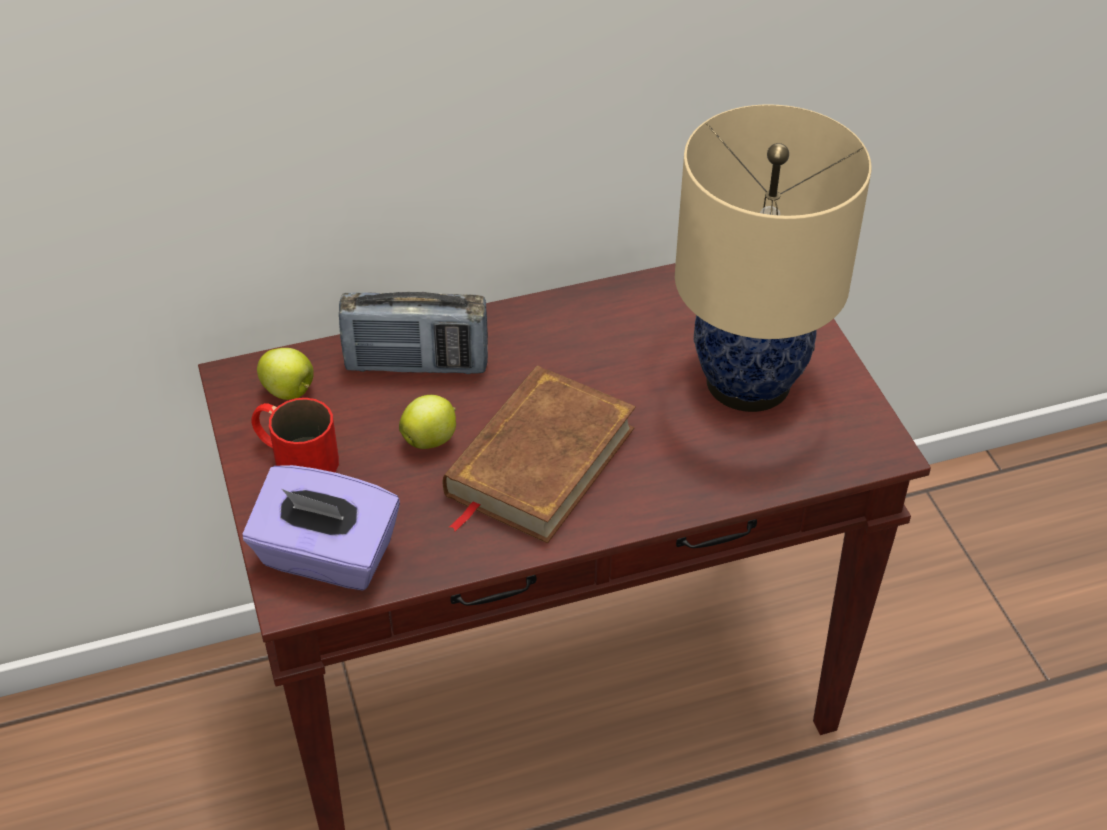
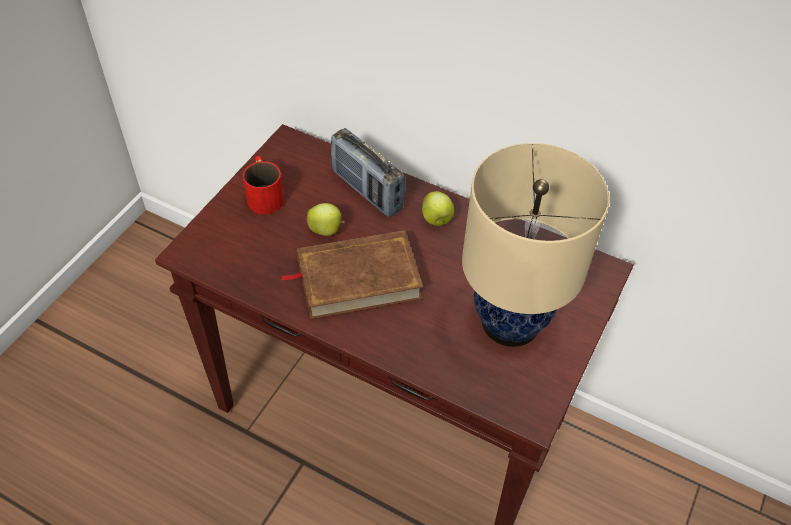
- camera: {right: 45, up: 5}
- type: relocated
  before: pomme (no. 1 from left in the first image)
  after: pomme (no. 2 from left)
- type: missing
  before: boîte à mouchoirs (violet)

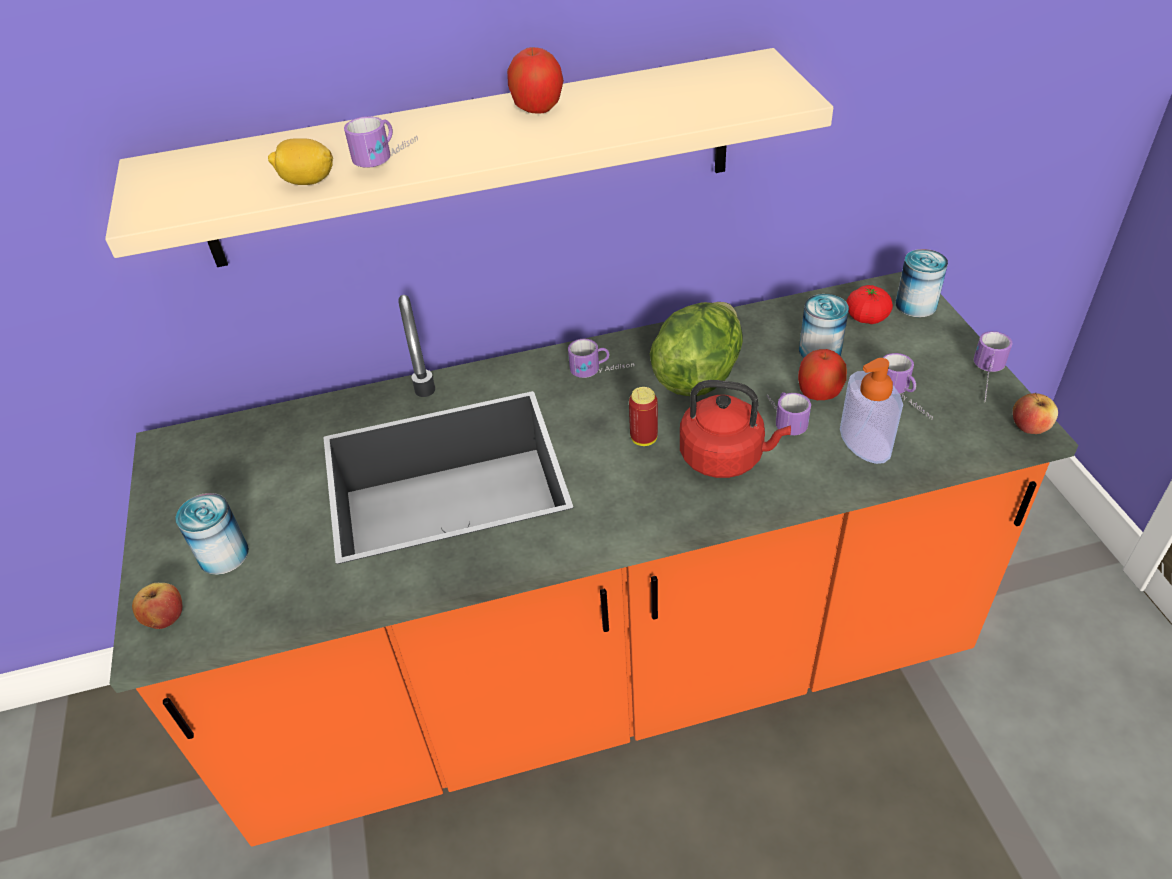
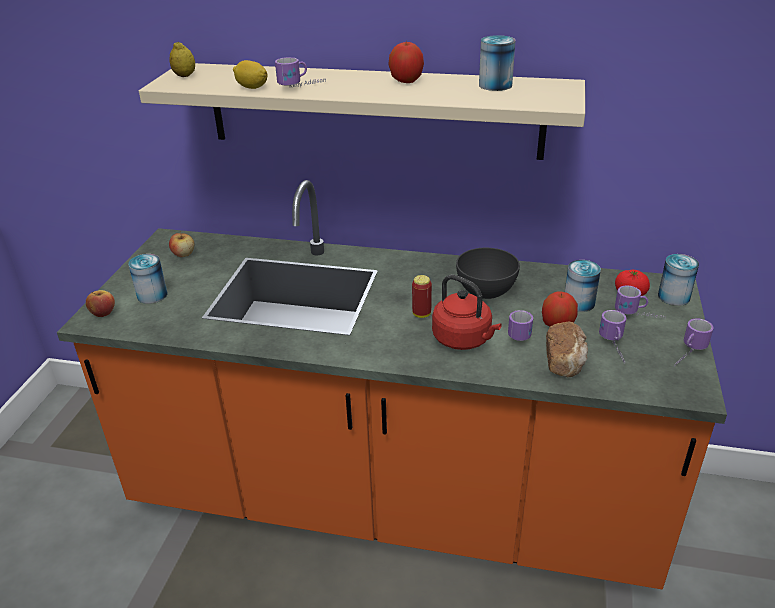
- camera: {right: 25, up: -10}
- type: appeared
  after: citron (no. 1 from left)
- type: relocated
  before: pomme (no. 4 from left in the first image)
  after: pomme (no. 2 from left)
- type: exchanged
  before: laitue
  after: bol (gris)
- type: appeared
  after: boîte métallique (no. 3 from left)
- type: exchanged
  before: distributeur de savon
  after: pain
- type: relocated
  before: mug (no. 2 from left in the first image)
  after: mug (no. 4 from left)

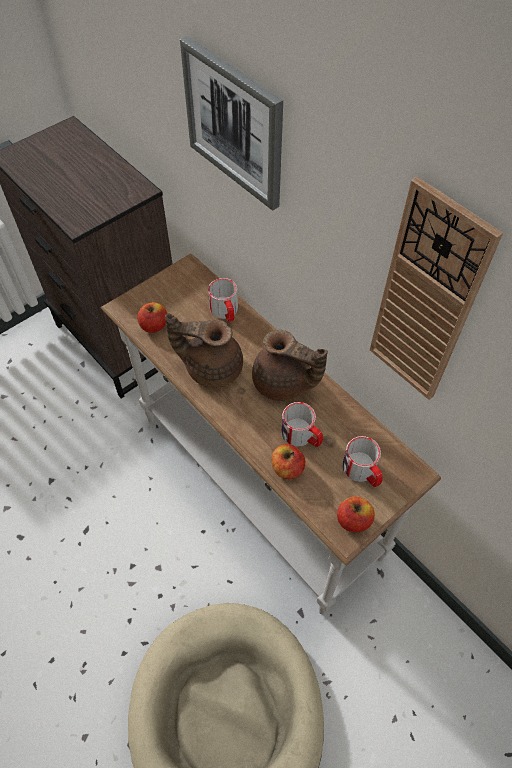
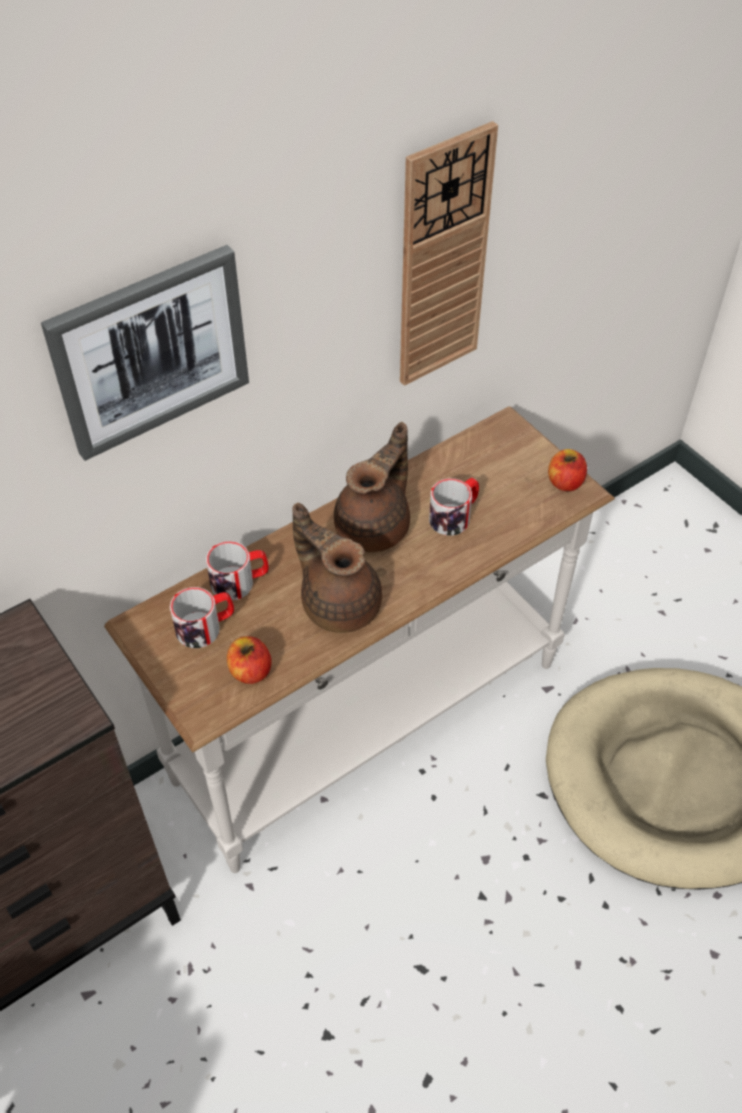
- camera: {right: -85, up: -5}
- type: relocated
  before: mug (no. 3 from left in the first image)
  after: mug (no. 1 from left)
- type: spun
  before: théière (marron) (no. 1 from left)
  turn: 120
- type: missing
  before: pomme (no. 2 from left)

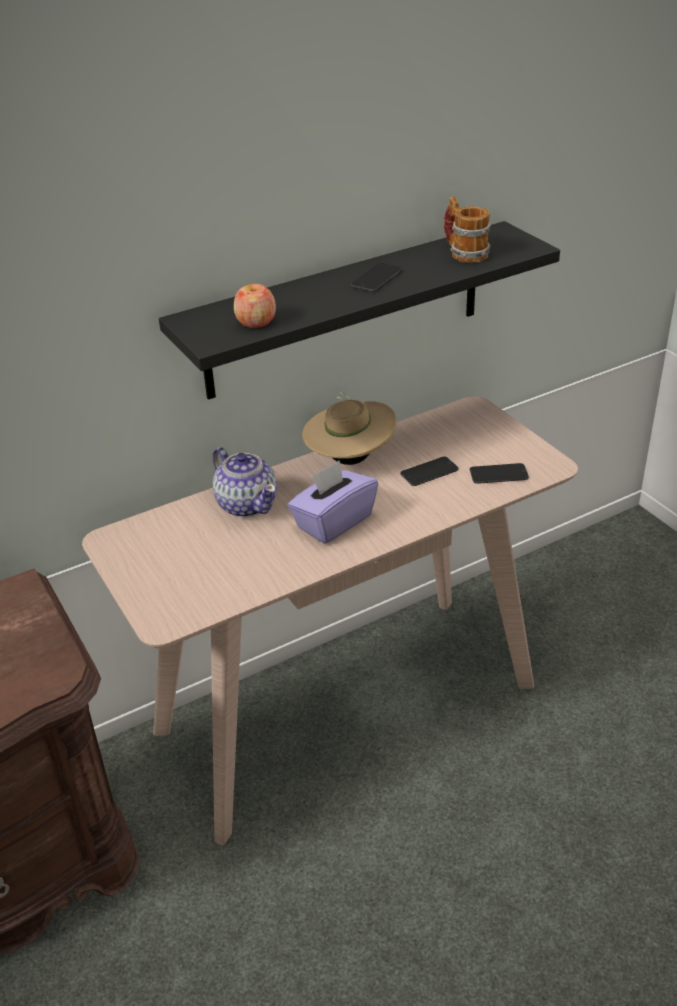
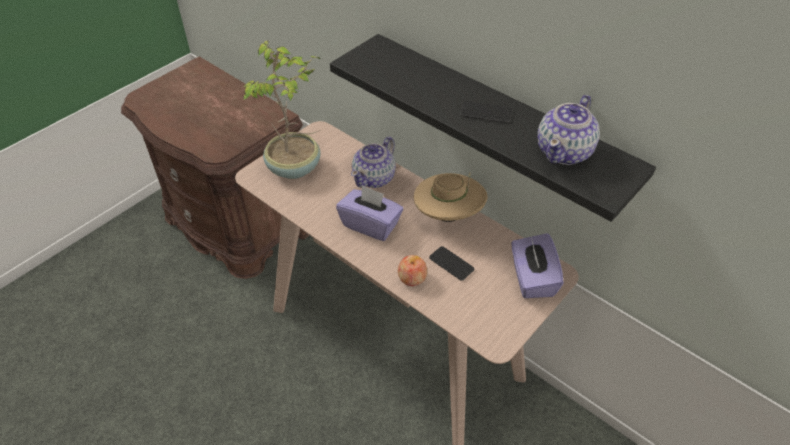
- camera: {right: 70, up: 10}
- type: appeared
  after: plante en pot
- type: relocated
  before: pomme
- type: appeared
  after: boîte à mouchoirs (violet) (no. 2 from left)
- type: exchanged
  before: mug
  after: théière (no. 2 from left)
- type: missing
  before: téléphone (no. 3 from left)

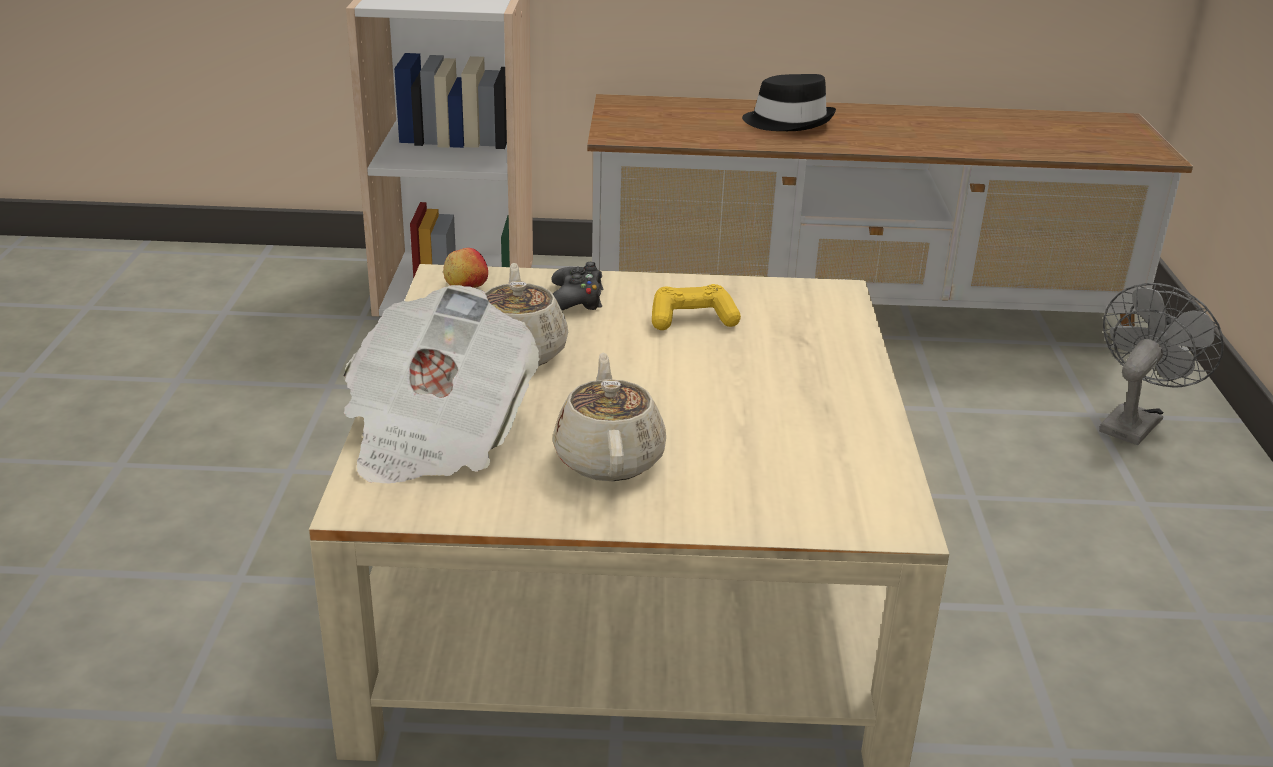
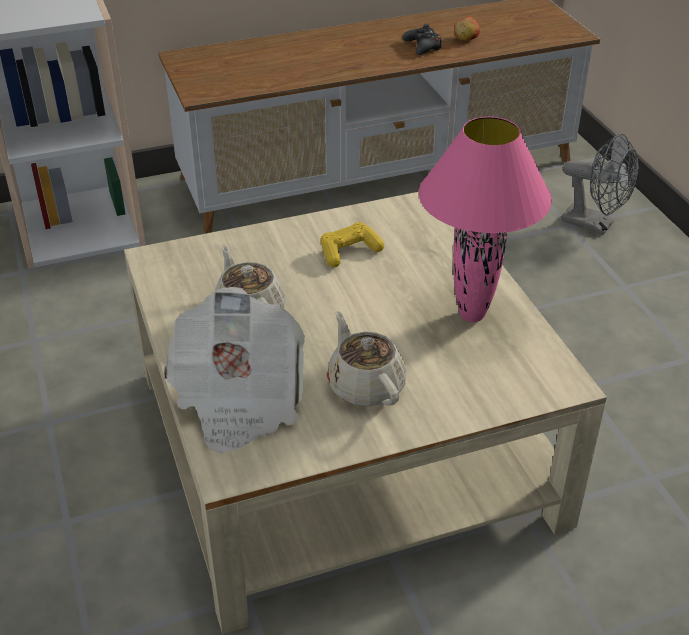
- camera: {right: -20, up: 10}
- type: relocated
  before: manette (noir)
- type: appeared
  after: lampe de table (rose)
- type: relocated
  before: pomme
- type: spun
  before: ventilateur (gris)
  turn: 105
- type: missing
  before: chapeau (noir)

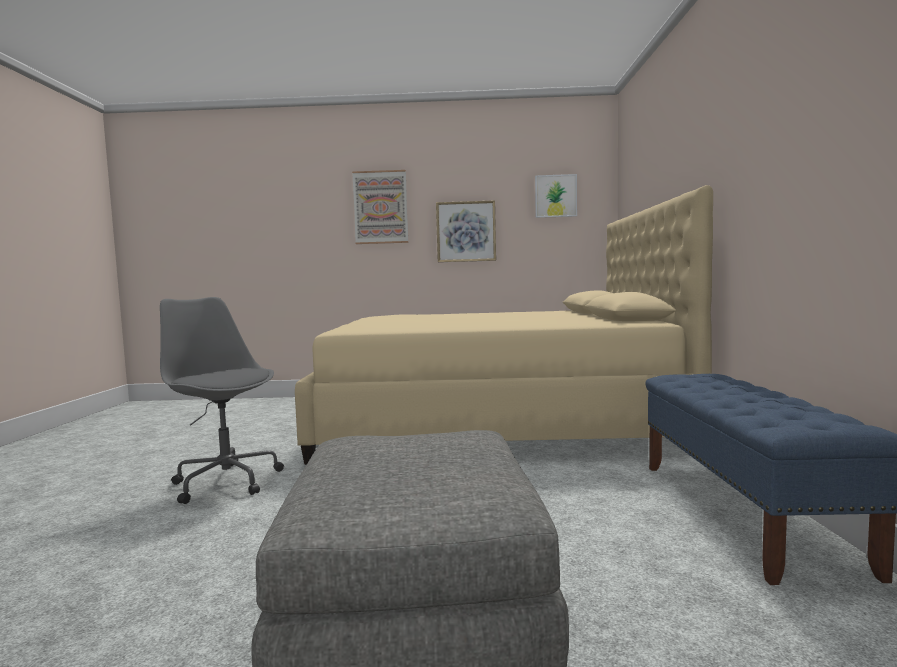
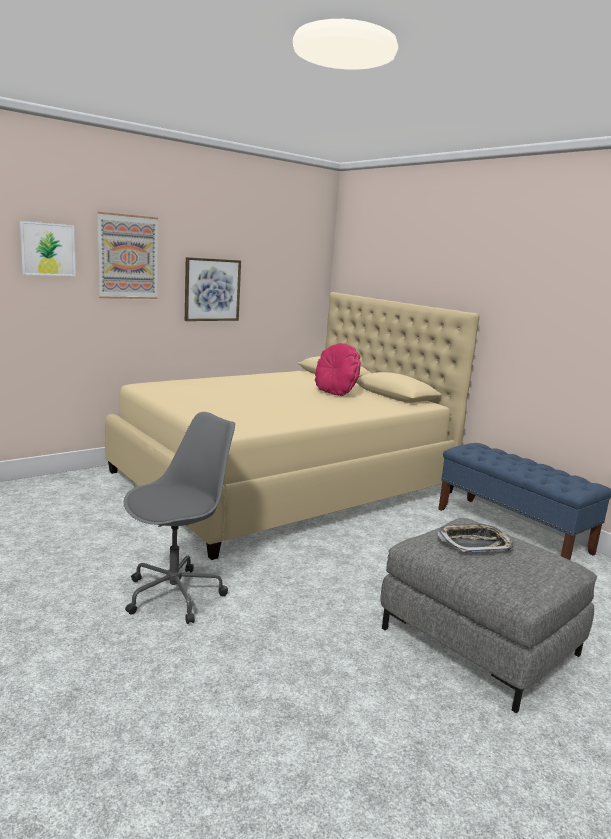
- camera: {right: -40, up: 10}
- type: relocated
  before: tableau (no. 3 from left in the first image)
  after: tableau (no. 1 from left)
- type: spun
  before: chaise de bureau (gris)
  turn: 135
- type: appeared
  after: coussin (rose)
- type: appeared
  after: plateau

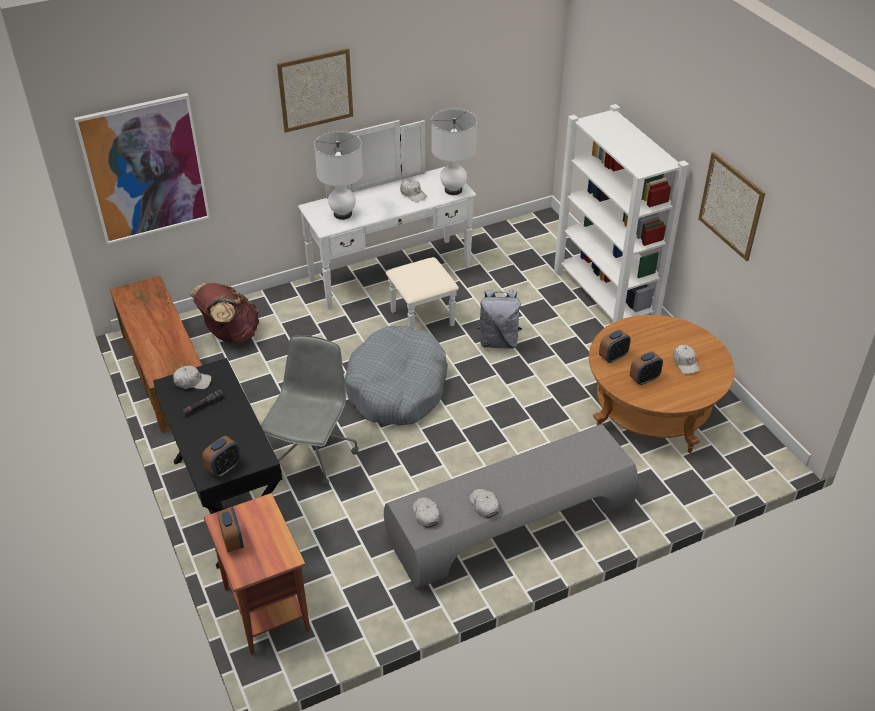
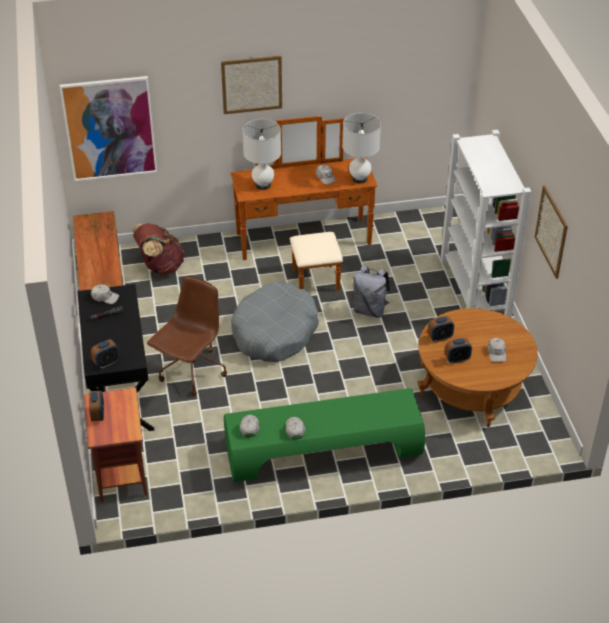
- camera: {right: 15, up: 0}
- type: colour
  before: chaise de bureau (gris)
  after: chaise de bureau (marron)
- type: colour
  before: banc (gris)
  after: banc (vert)
- type: colour
  before: commode (blanc)
  after: commode (marron)

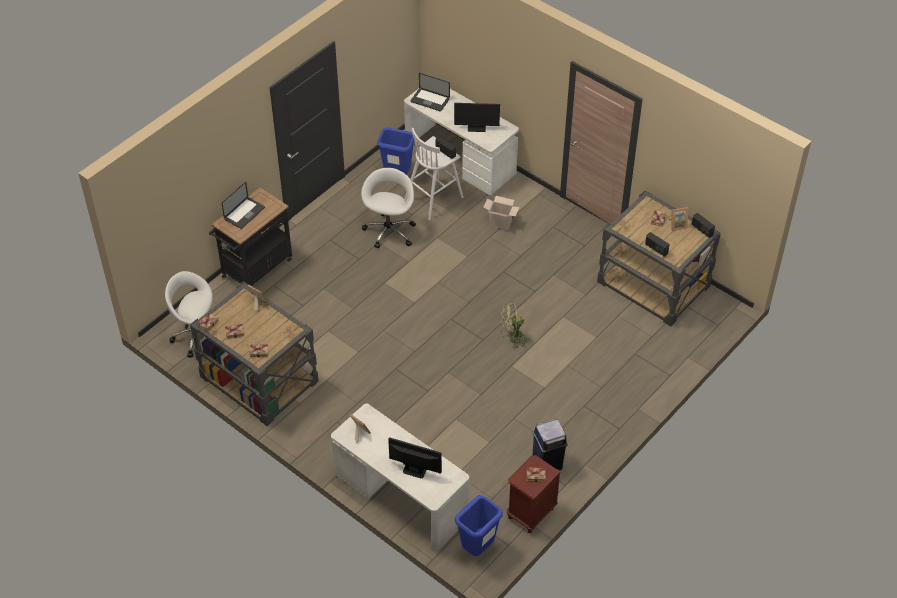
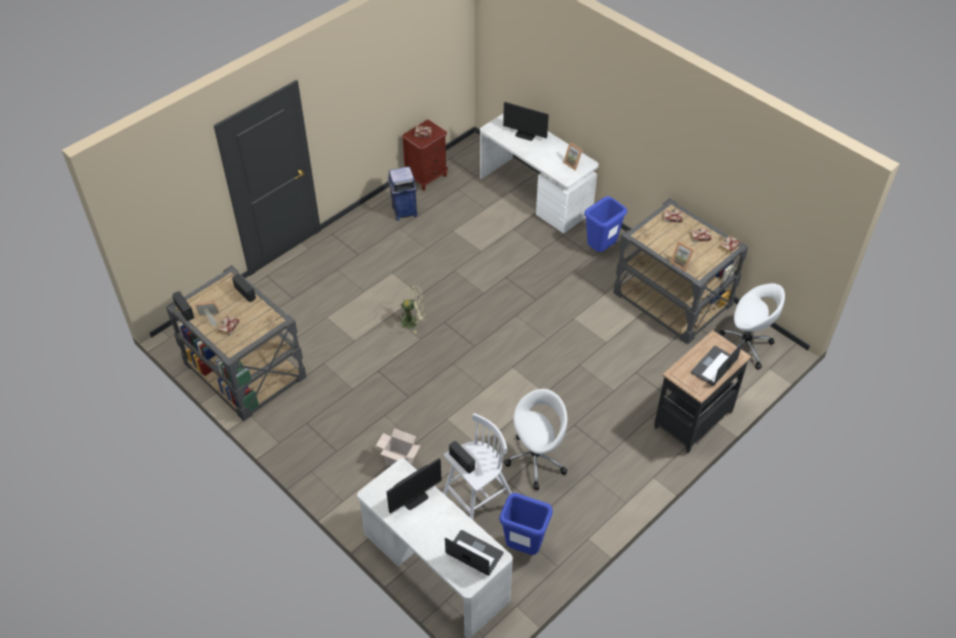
- camera: {right: -175, up: 0}
- type: spun
  before: écran d'ordinateur (no. 2 from left in the first image)
  turn: 135
- type: spun
  before: chaise de bureau (blanc) (no. 2 from left in the first image)
  turn: -135
- type: relocated
  before: poubelle (bleu) (no. 2 from left in the first image)
  after: poubelle (bleu) (no. 3 from left)

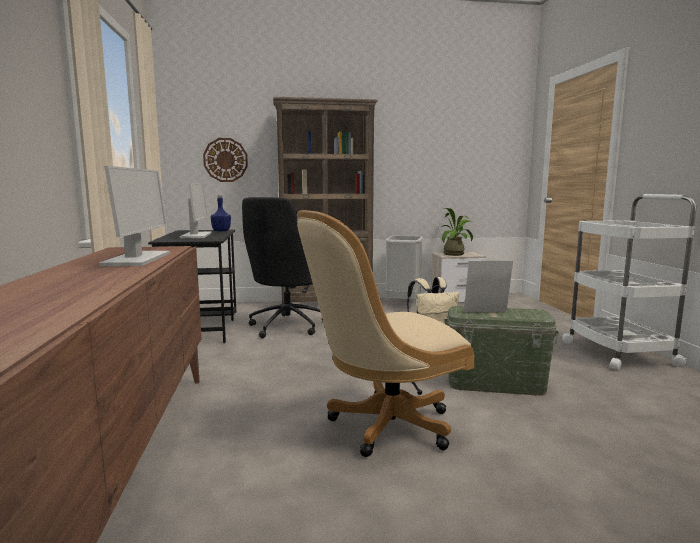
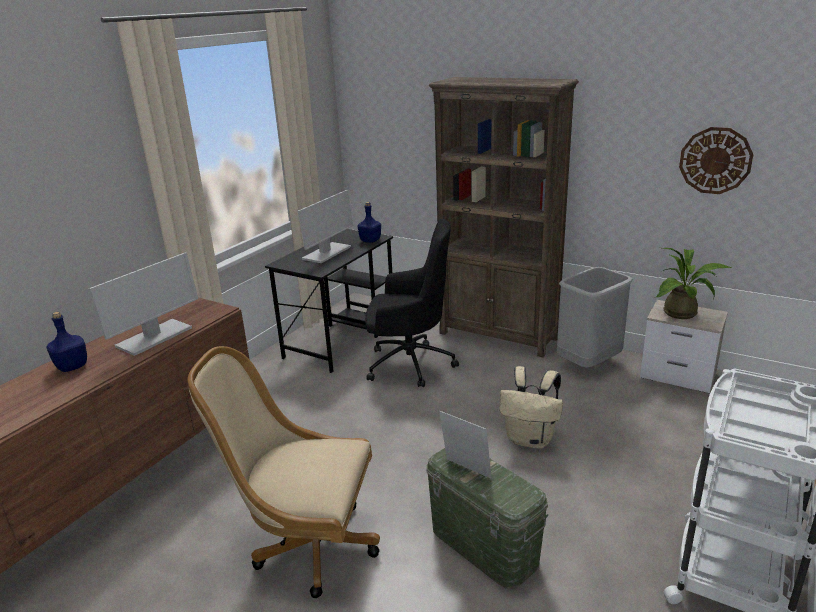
- camera: {right: 40, up: 15}
- type: appeared
  after: bouteille (bleu) (no. 1 from left)
- type: spun
  before: chaise de bureau (noir)
  turn: -150
- type: relocated
  before: horloge murale

